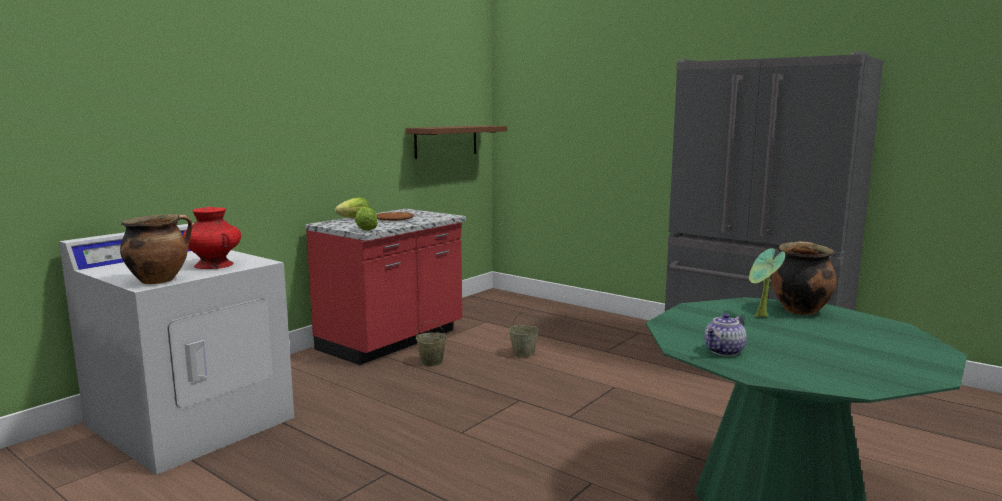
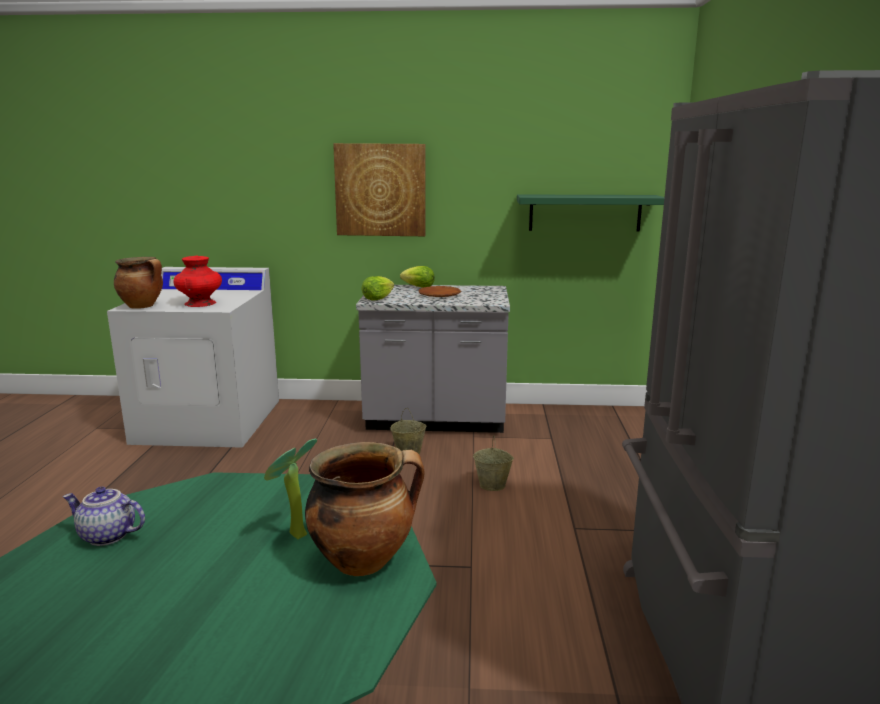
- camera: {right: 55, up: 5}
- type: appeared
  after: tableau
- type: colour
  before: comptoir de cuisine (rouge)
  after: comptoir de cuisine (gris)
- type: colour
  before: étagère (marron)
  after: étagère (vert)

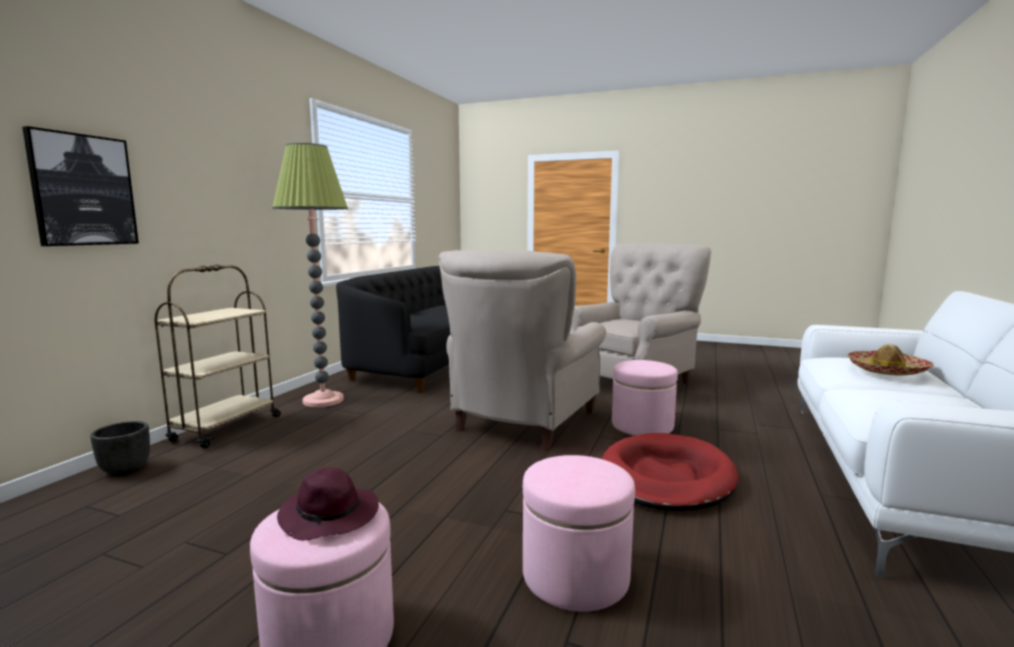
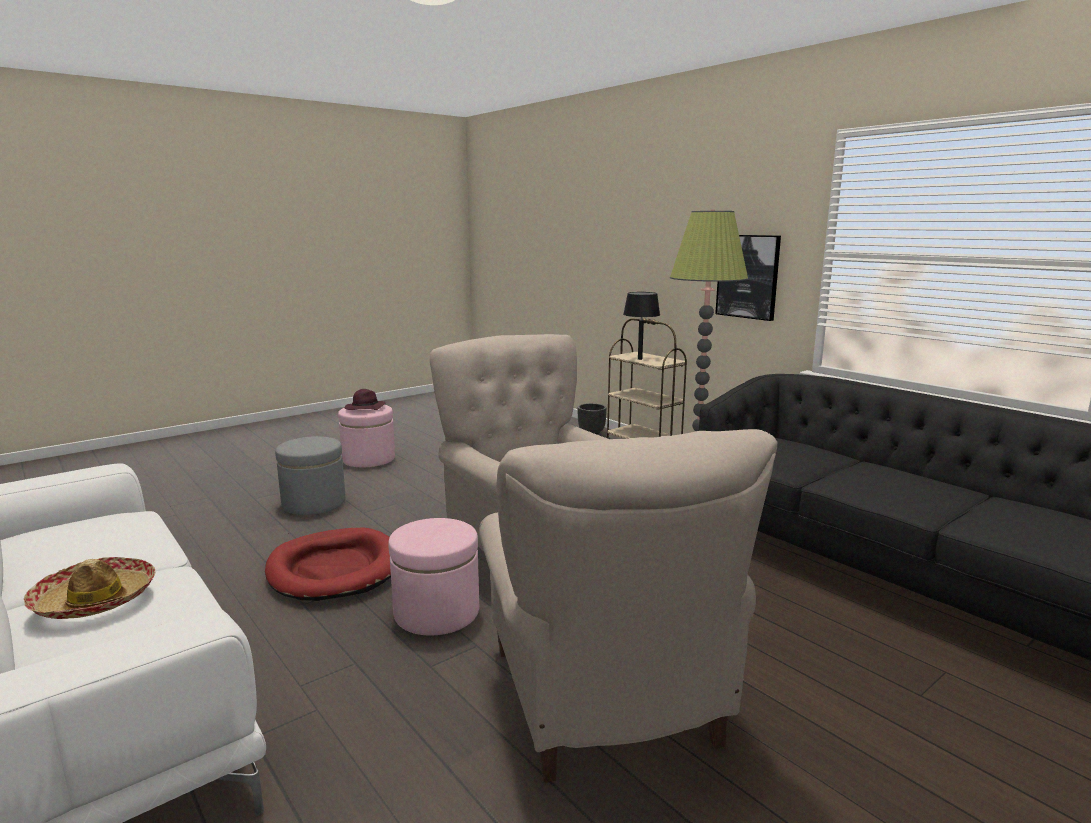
- camera: {right: 120, up: 5}
- type: colour
  before: pouf (rose) (no. 2 from left)
  after: pouf (gris)
- type: appeared
  after: lampe de table (noir)
- type: relocated
  before: tableau

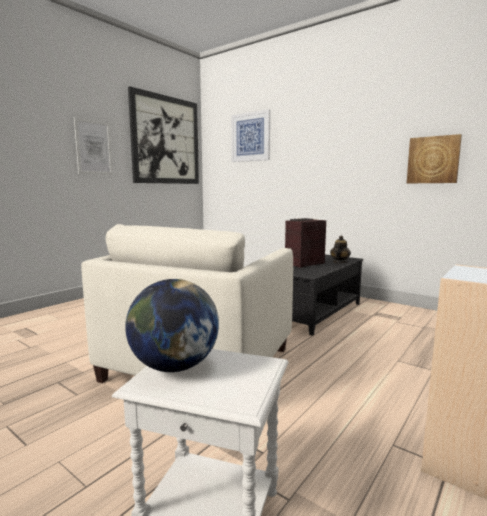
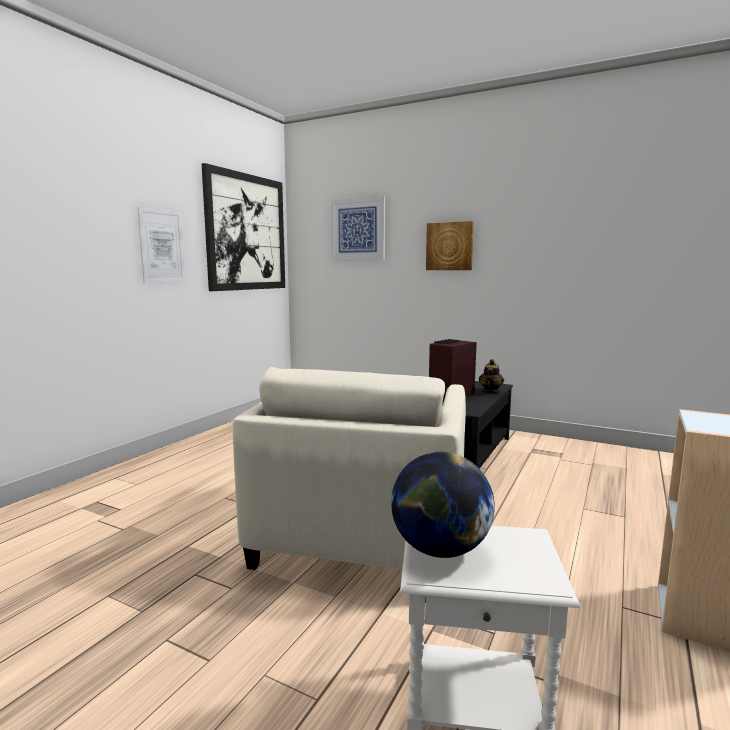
- camera: {right: -10, up: 0}
- type: relocated
  before: tableau (no. 4 from left)

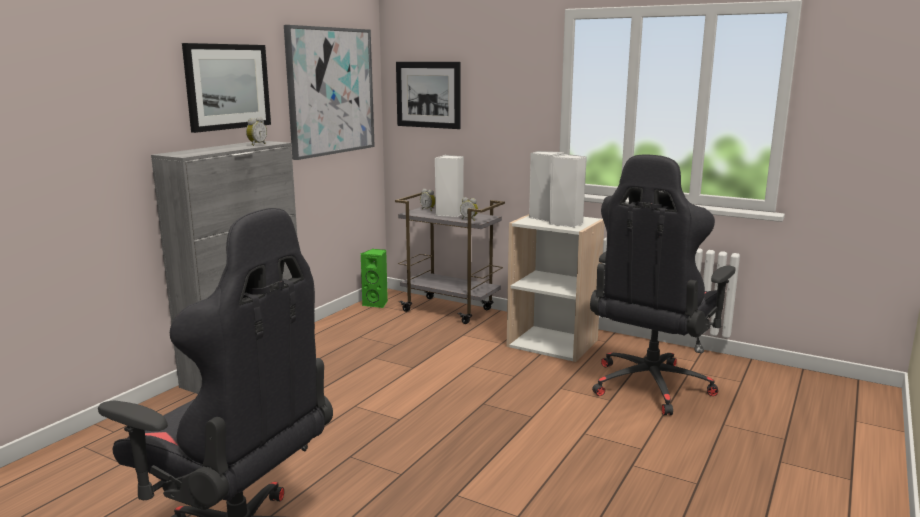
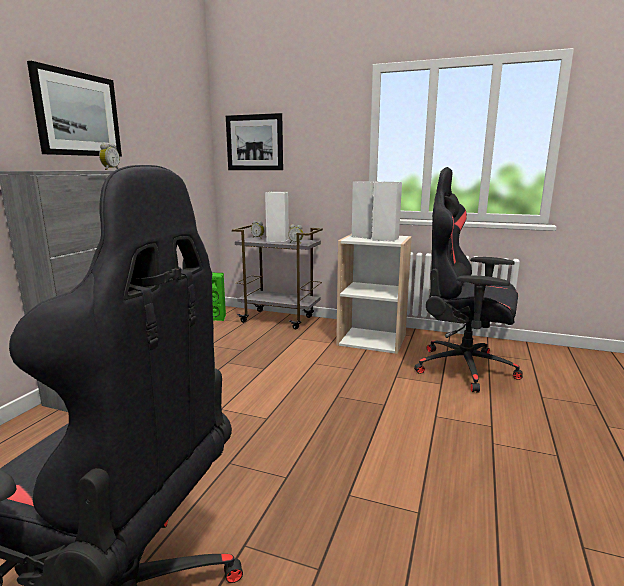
- camera: {right: -10, up: 0}
- type: spun
  before: chaise de bureau (noir) (no. 2 from left)
  turn: 90
- type: missing
  before: tableau (no. 2 from left)

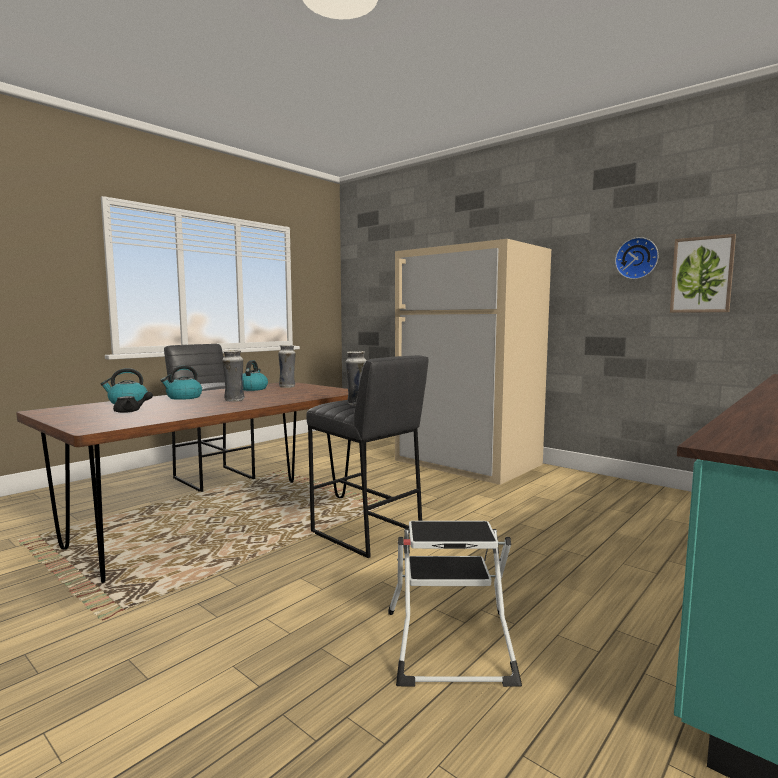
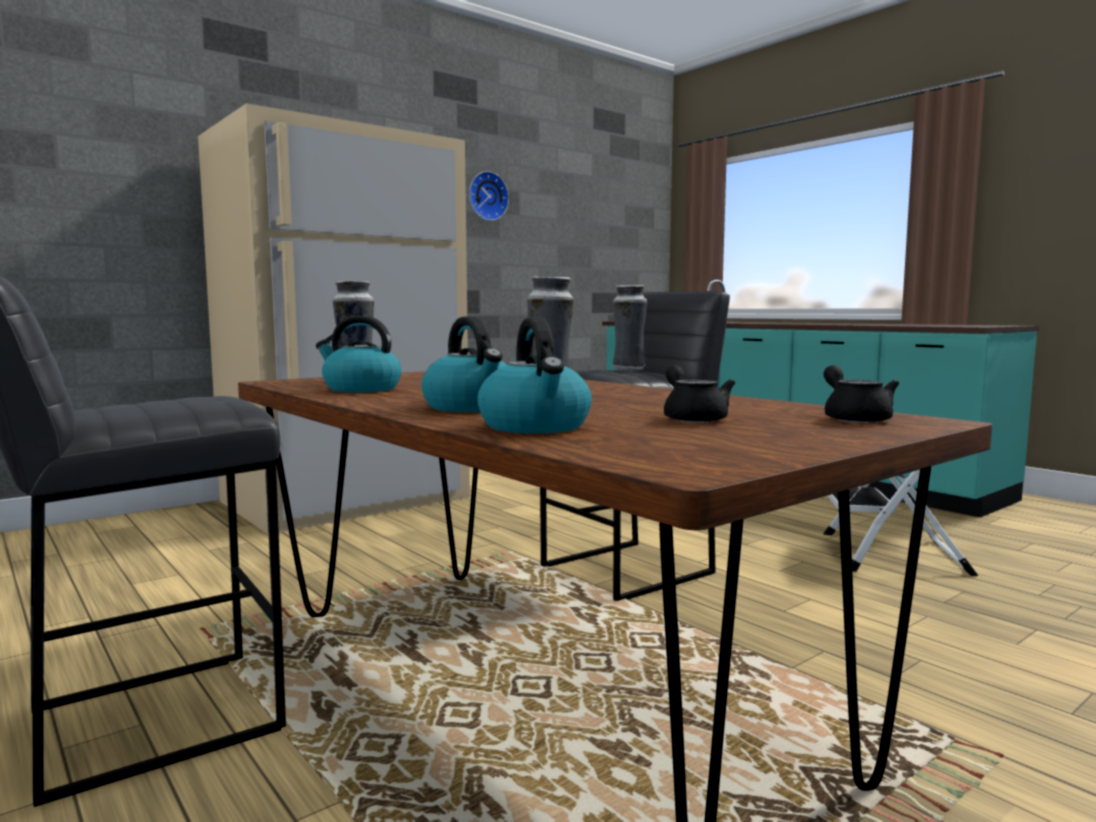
- camera: {right: -80, up: 0}
- type: appeared
  after: théière (noir) (no. 2 from left)
- type: missing
  before: tableau

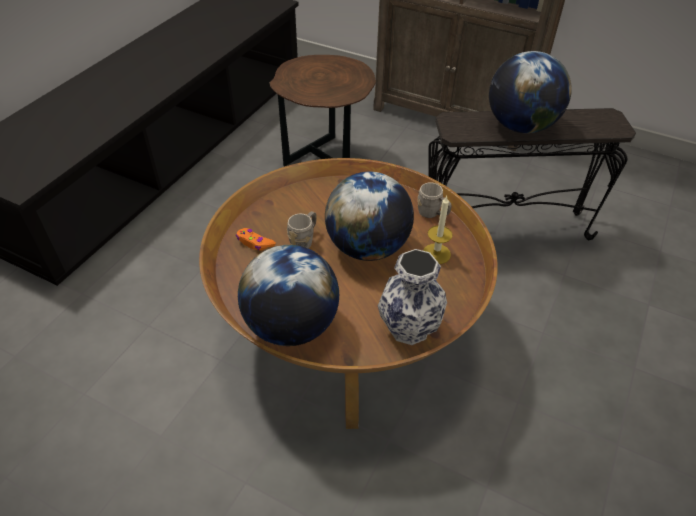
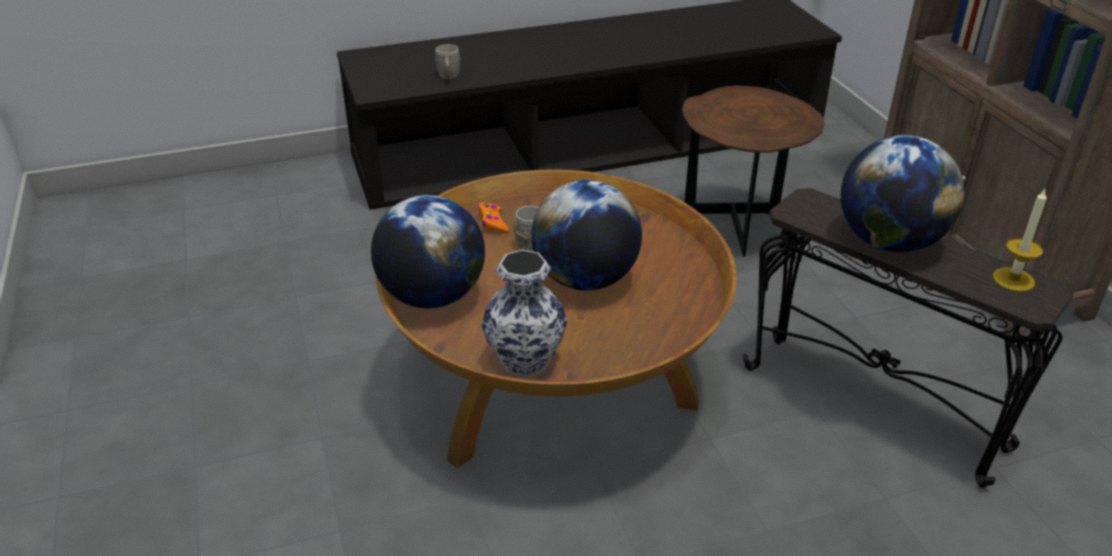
- camera: {right: 45, up: -10}
- type: relocated
  before: mug (gris) (no. 2 from left in the first image)
  after: mug (gris) (no. 1 from left)
- type: relocated
  before: bougie

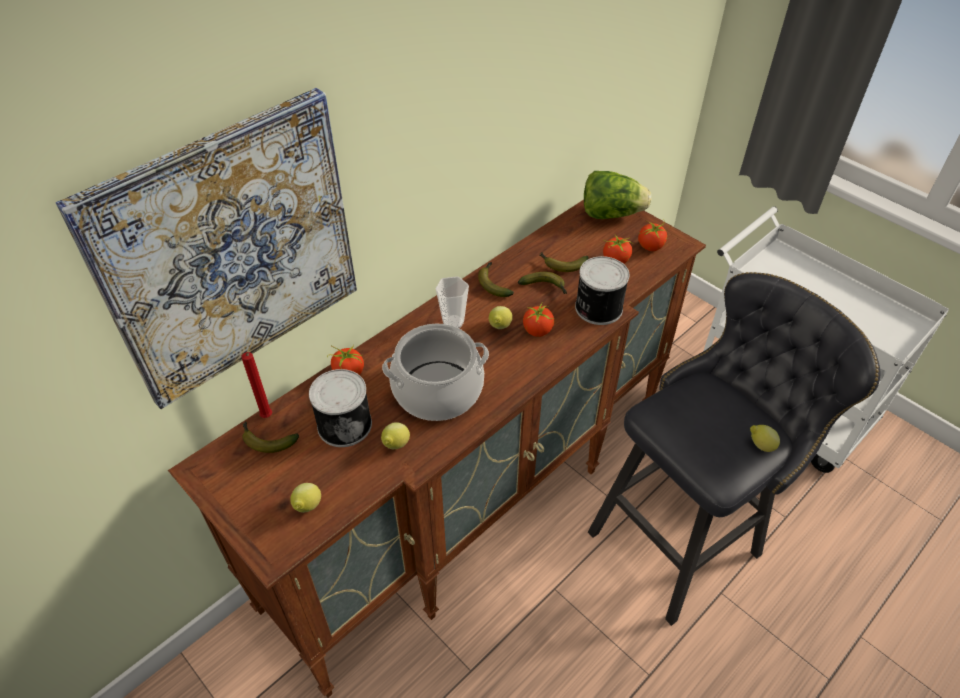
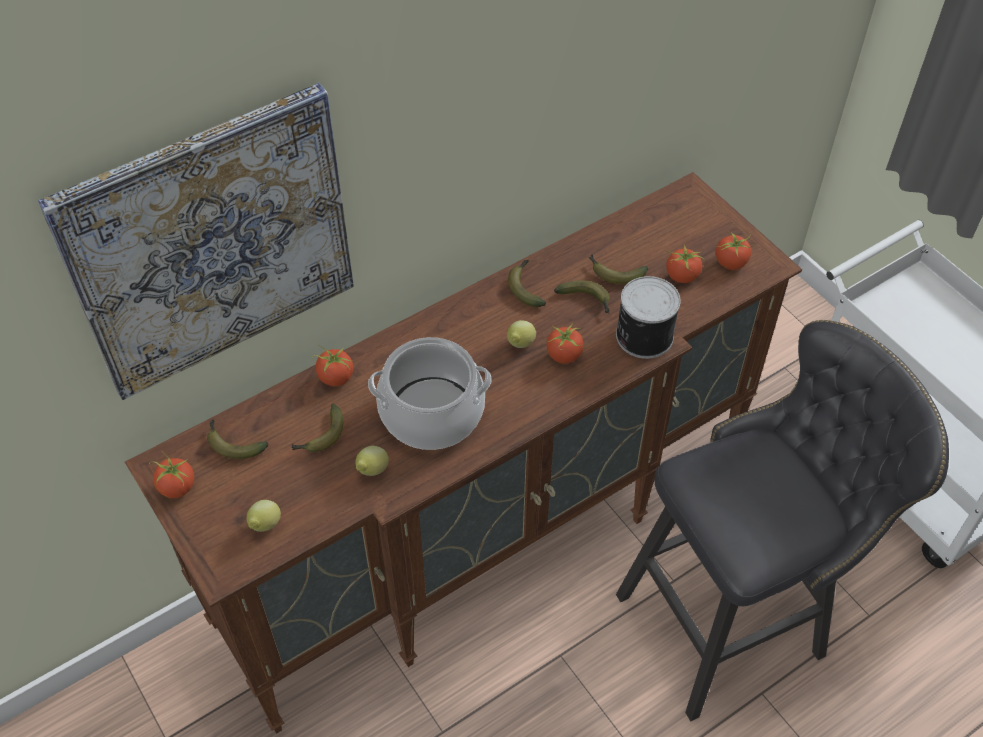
- camera: {right: 10, up: 5}
- type: appeared
  after: tomate (no. 1 from left)
- type: exchanged
  before: boîte métallique (no. 1 from left)
  after: banane (no. 2 from left)
- type: missing
  before: bougie (rouge)
- type: missing
  before: tasse
- type: missing
  before: laitue
- type: missing
  before: citron (no. 4 from left)

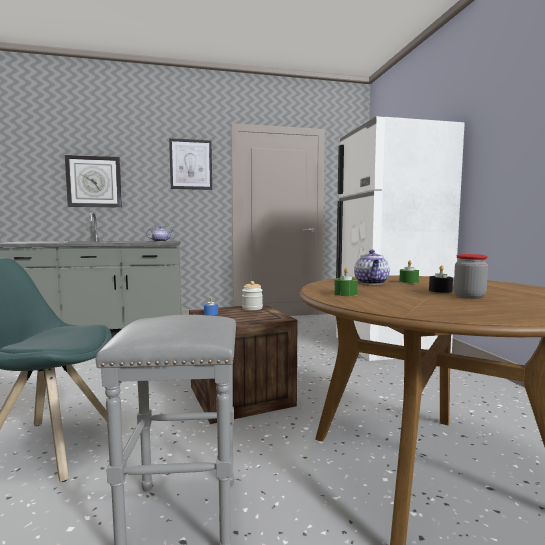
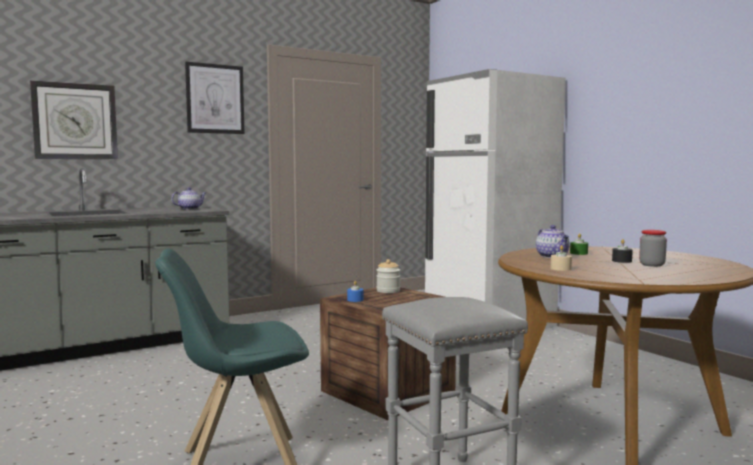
- camera: {right: -20, up: 0}
- type: colour
  before: bougie (vert) (no. 1 from left)
  after: bougie (beige)

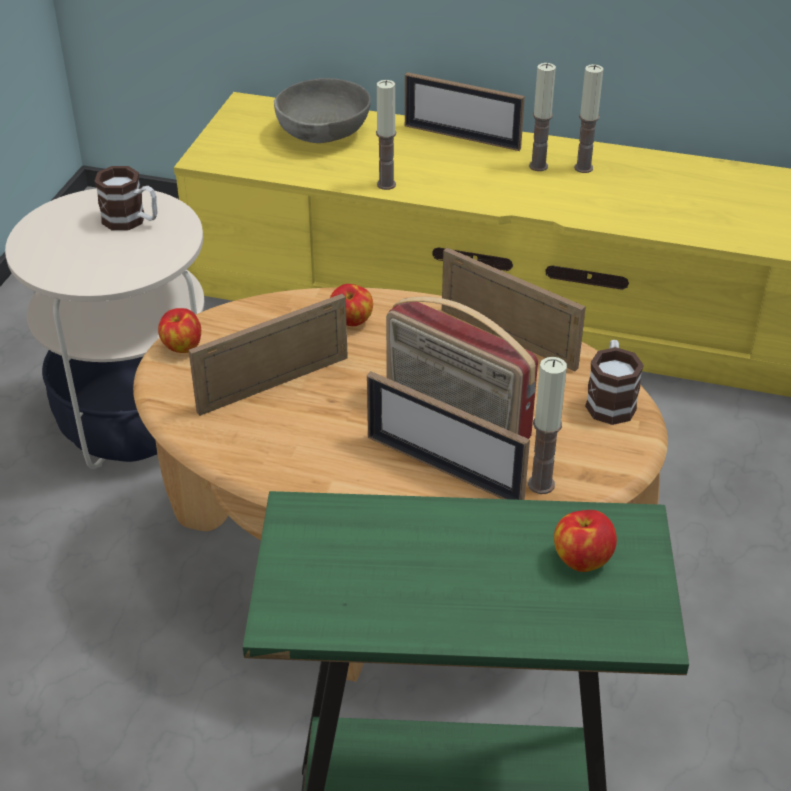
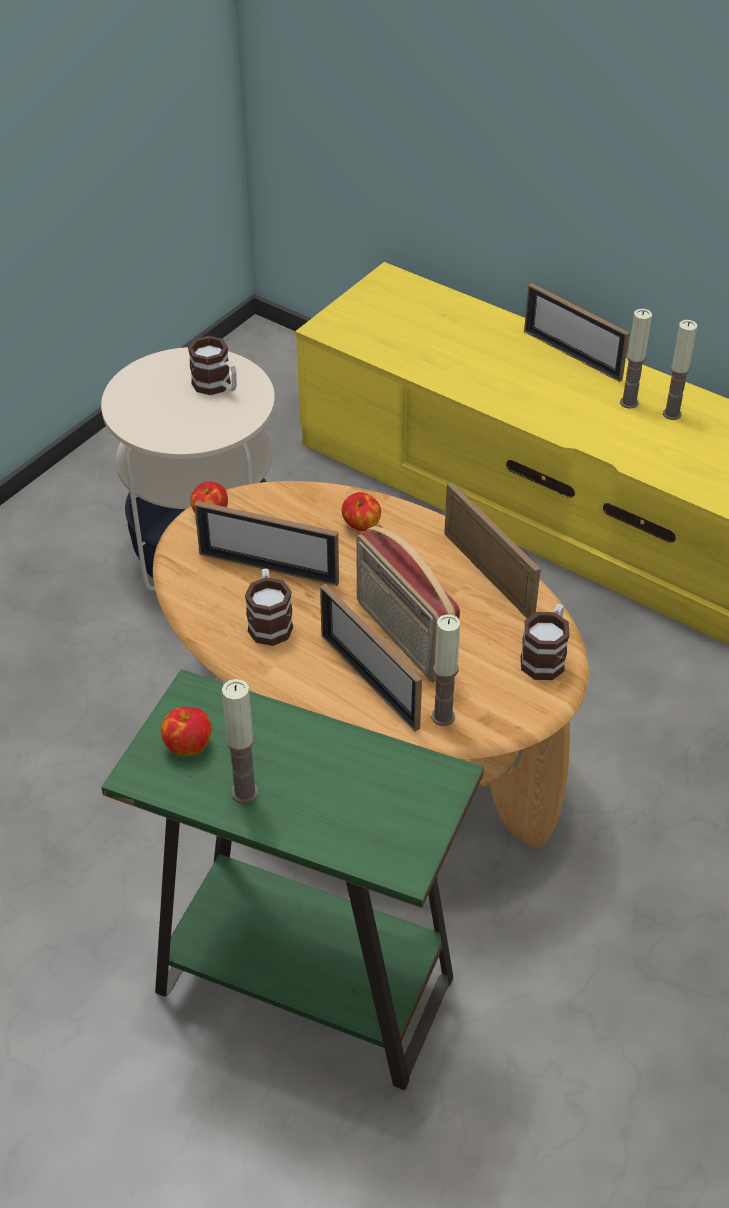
- camera: {right: 20, up: 5}
- type: relocated
  before: pomme (no. 3 from left in the first image)
  after: pomme (no. 1 from left)
- type: spun
  before: cadre photo (no. 1 from left)
  turn: -150
- type: relocated
  before: bougie (no. 1 from left)
- type: appeared
  after: mug (no. 2 from left)
- type: missing
  before: bol (gris)

